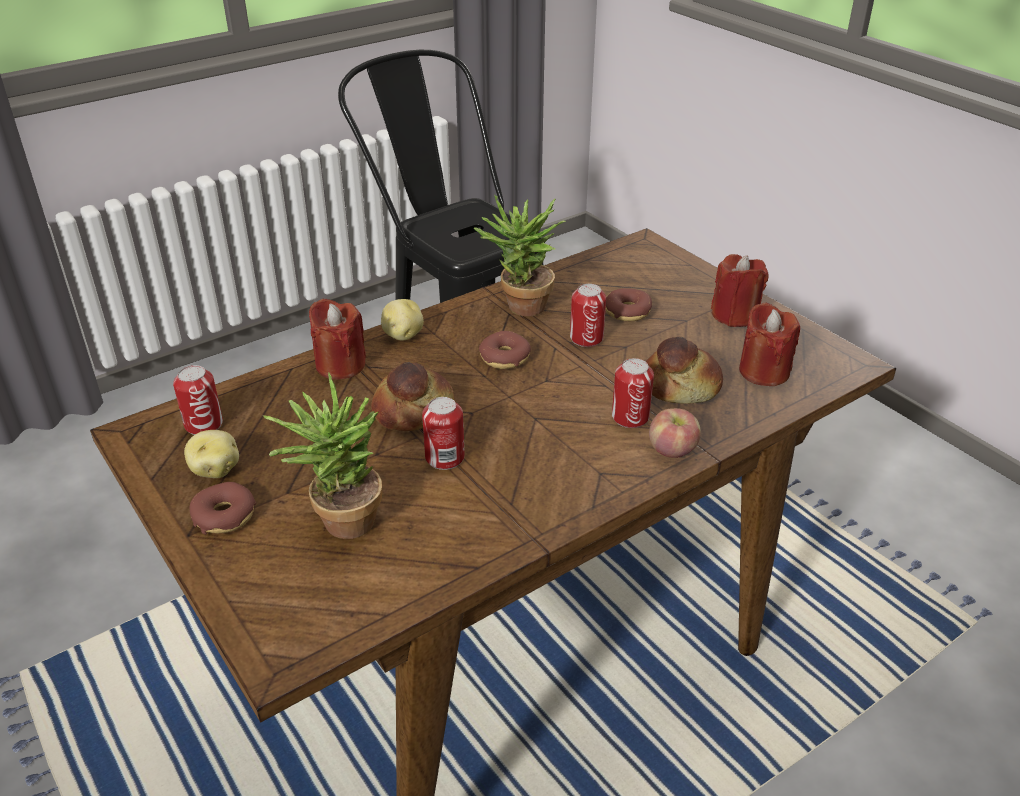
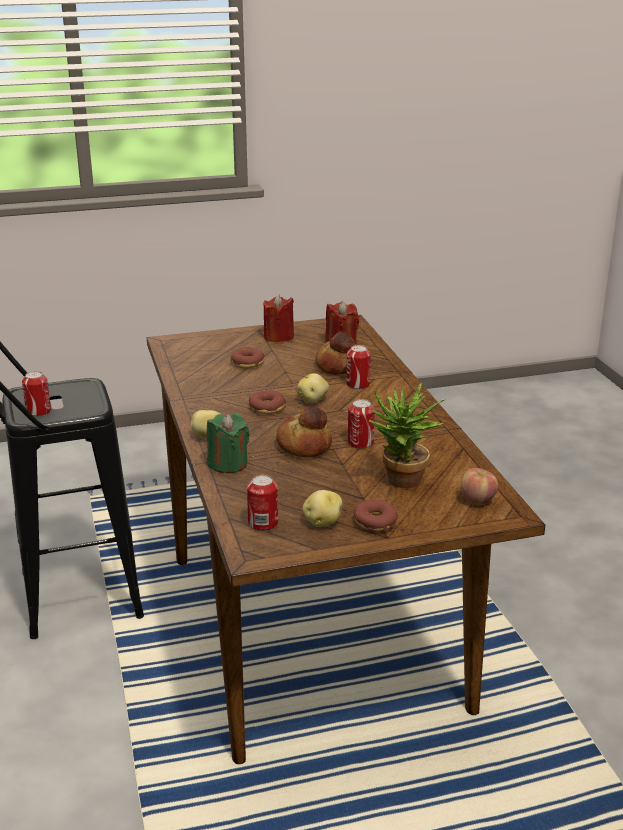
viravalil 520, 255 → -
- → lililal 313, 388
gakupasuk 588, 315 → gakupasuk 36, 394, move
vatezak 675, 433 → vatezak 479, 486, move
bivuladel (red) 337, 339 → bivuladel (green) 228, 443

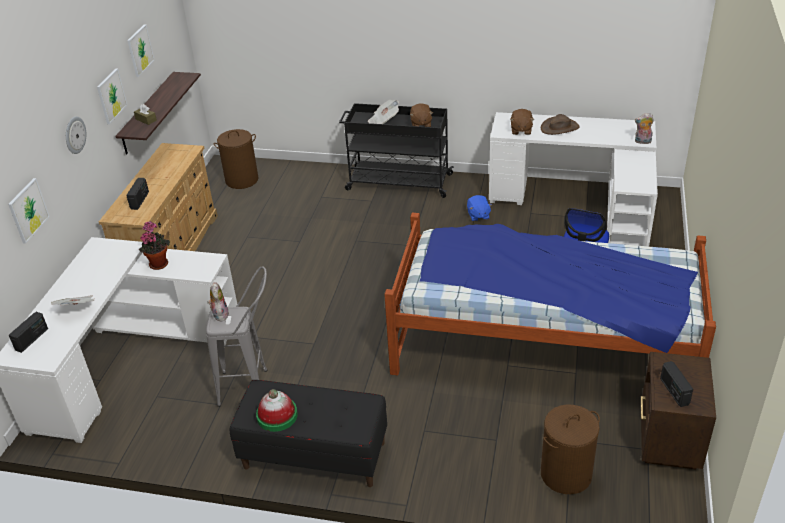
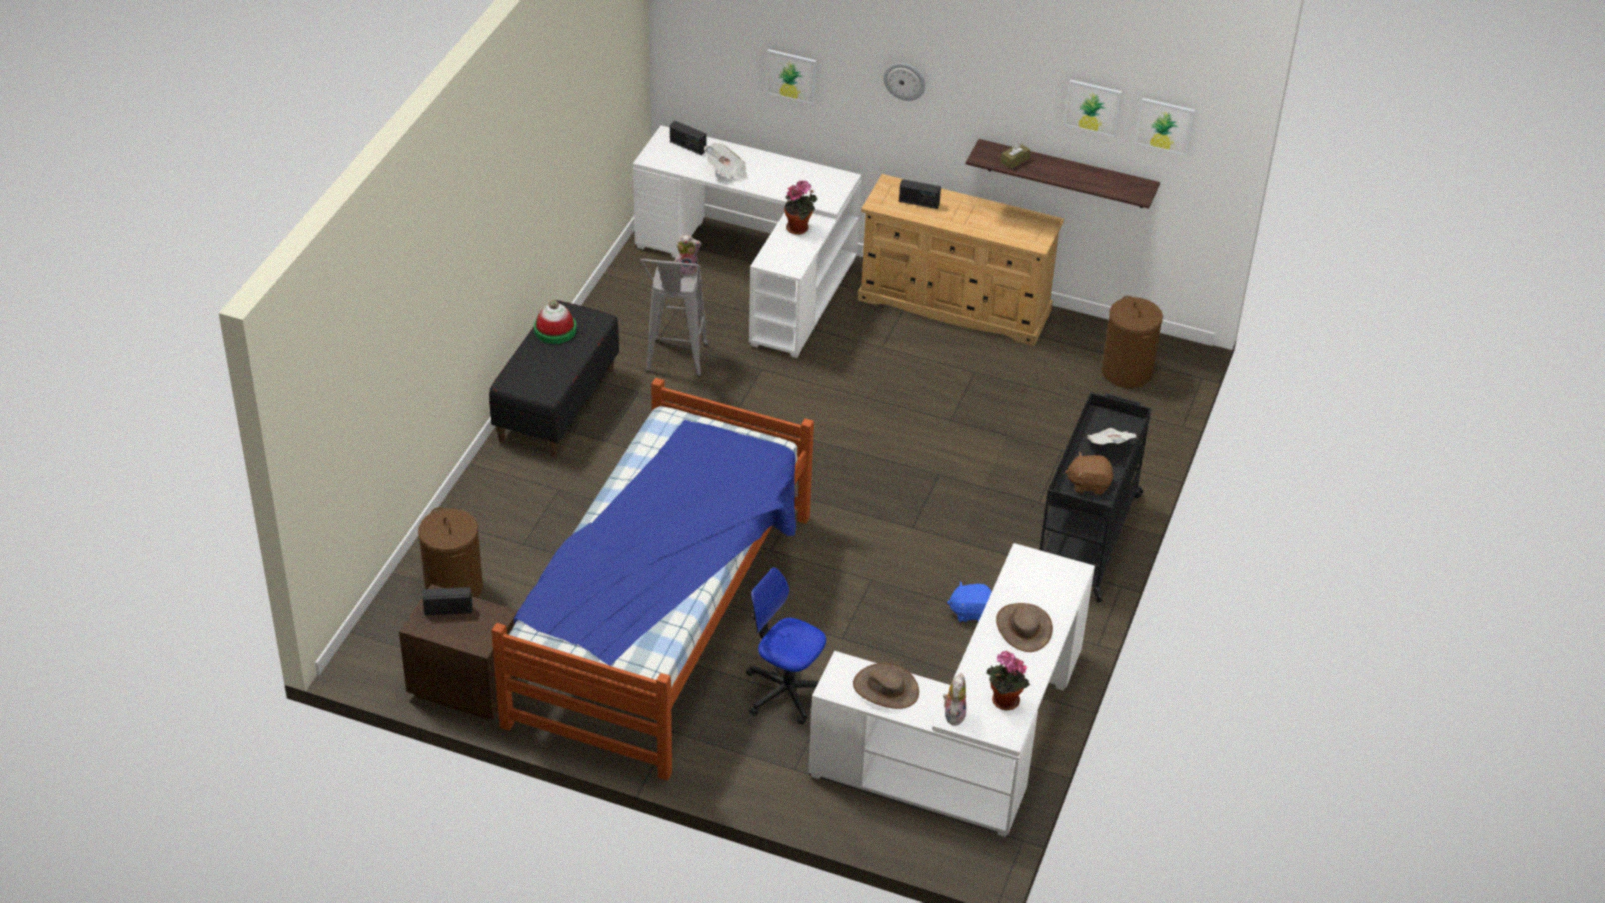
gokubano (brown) 522, 122 → -
- → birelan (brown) 886, 686
- → viravalil 1008, 680
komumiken 112, 96 → komumiken 1165, 127, move

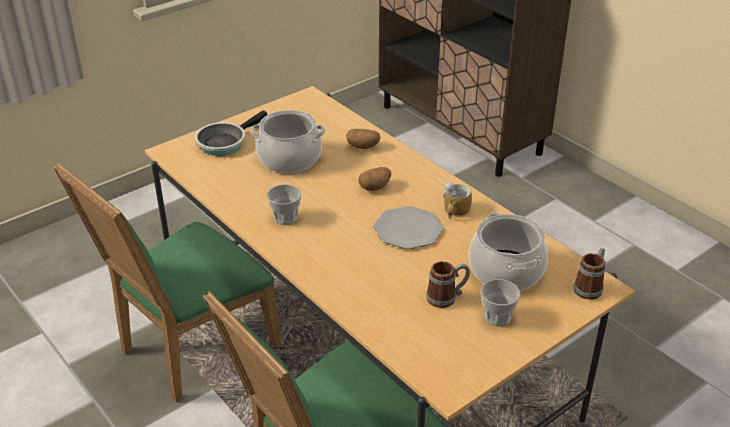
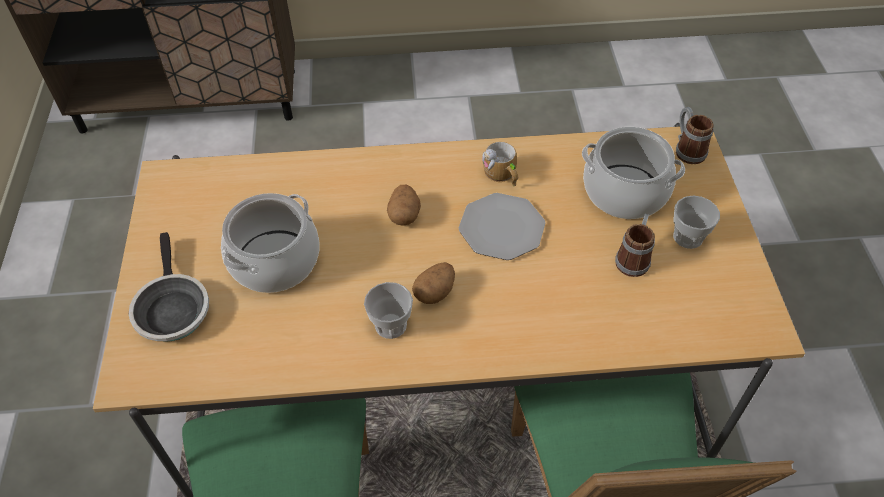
lililal 363, 139 → lililal 433, 283, move

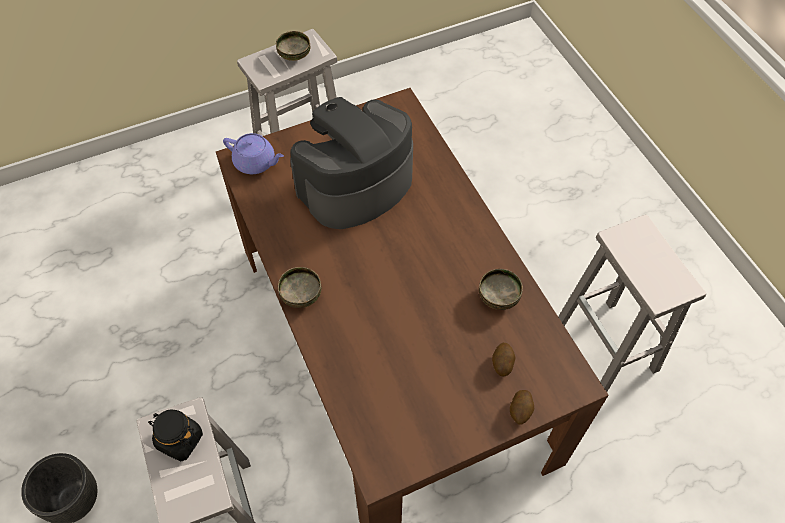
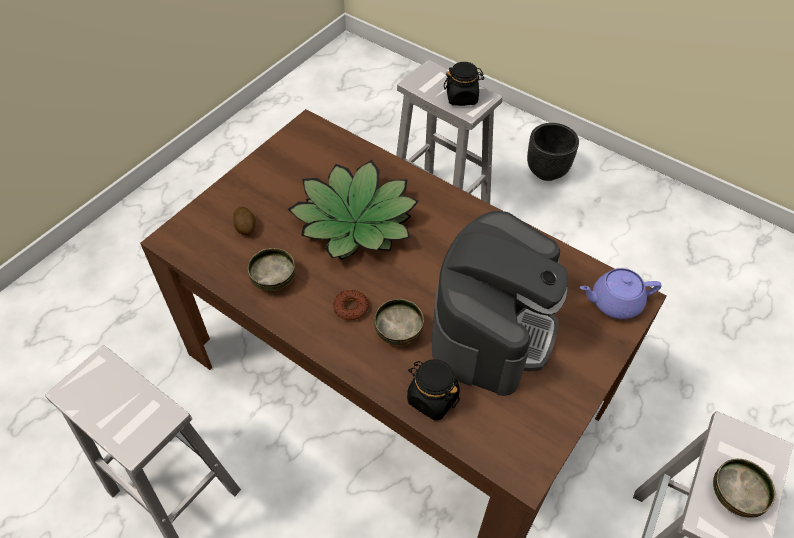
lililal 522, 407 → -
- → viravalil 353, 210
- → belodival 351, 305
- → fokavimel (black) 433, 390
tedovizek 299, 287 → tedovizek 399, 322, move

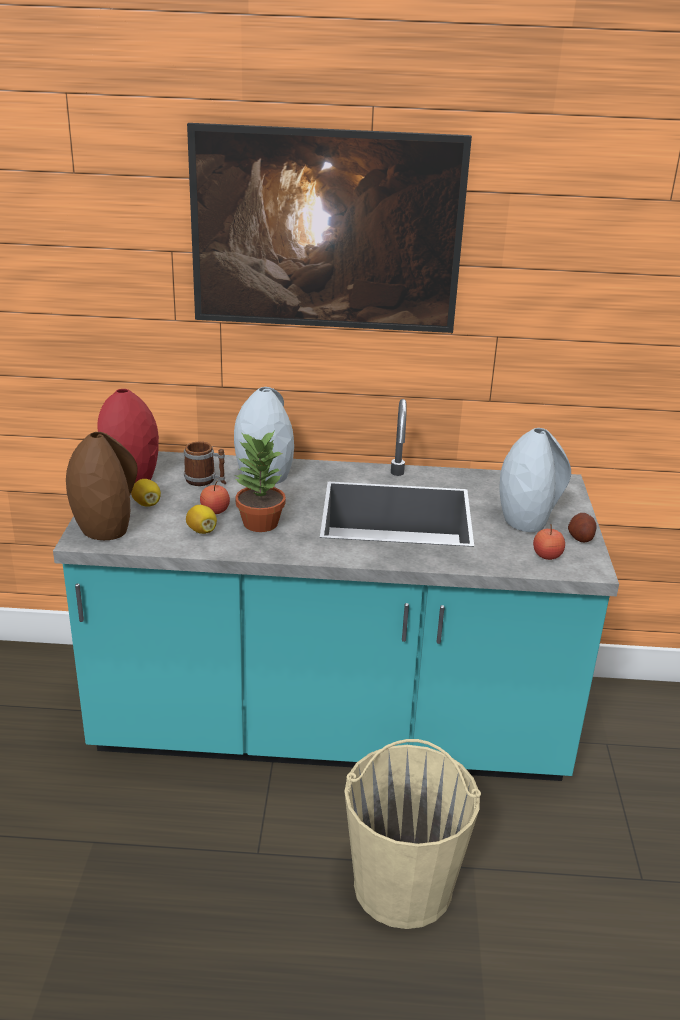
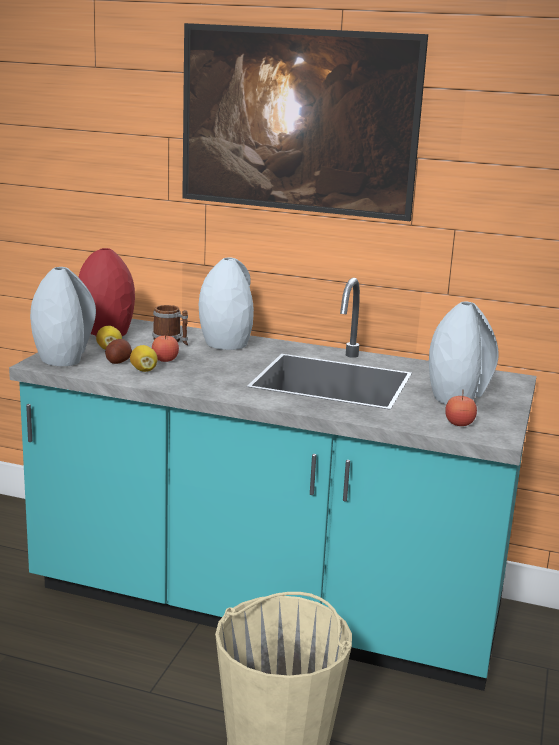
viravalil 260, 482 → -
lililal 582, 527 → lililal 118, 351, move
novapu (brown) 102, 486 → novapu (grey) 63, 316

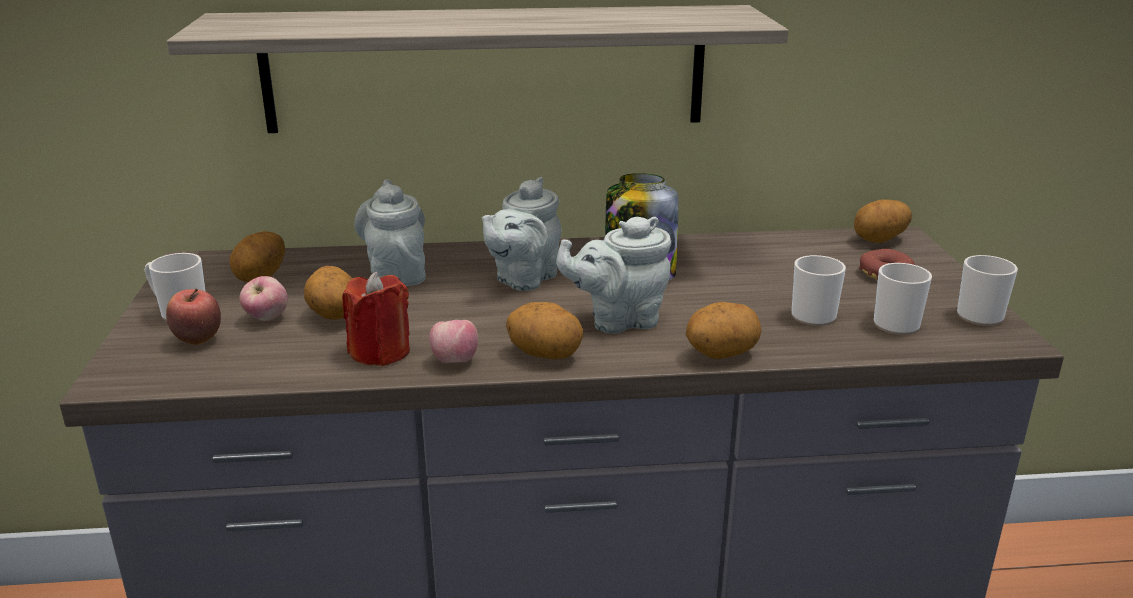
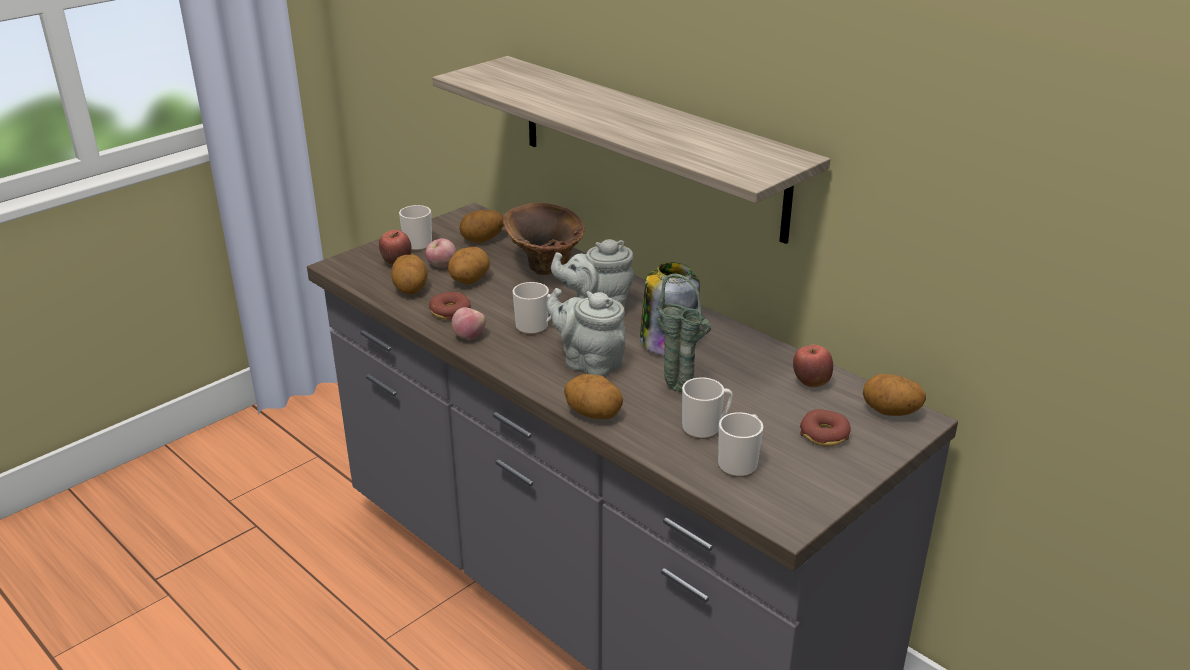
- → novapu (green) 683, 333
- → vatezak 813, 366
lililal 544, 330 → lililal 409, 274, move
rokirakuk 987, 290 → rokirakuk 532, 308, move
bivuladel (red) 376, 319 → belodival 450, 306
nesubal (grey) 390, 232 → novapu (brown) 544, 239

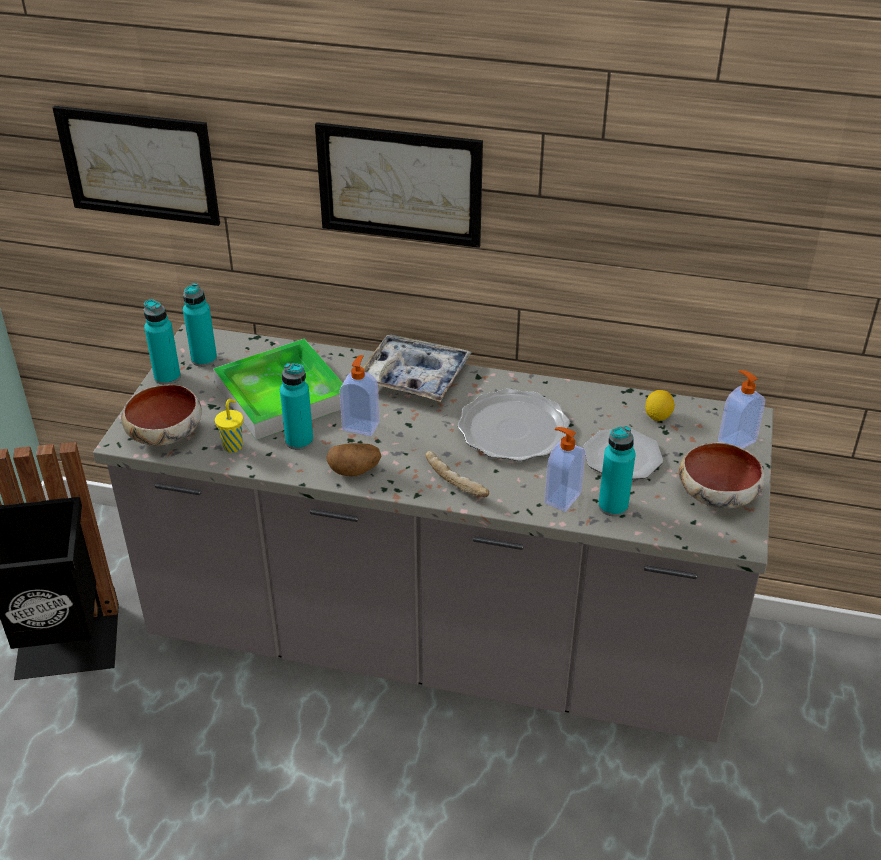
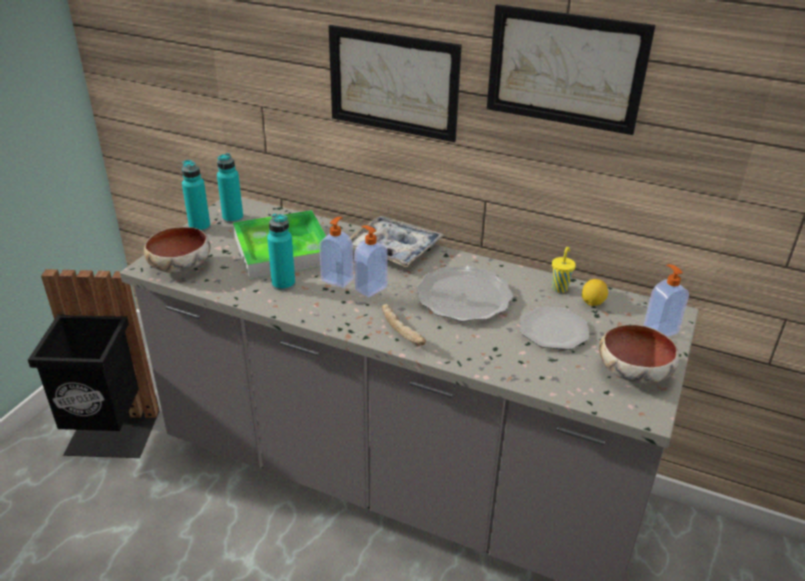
lililal 353, 459 → -
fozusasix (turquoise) 617, 471 → -
komumiken 136, 166 → komumiken 571, 69, move
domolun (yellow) 229, 426 → domolun (yellow) 564, 270, move
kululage 565, 469 → kululage 371, 261, move

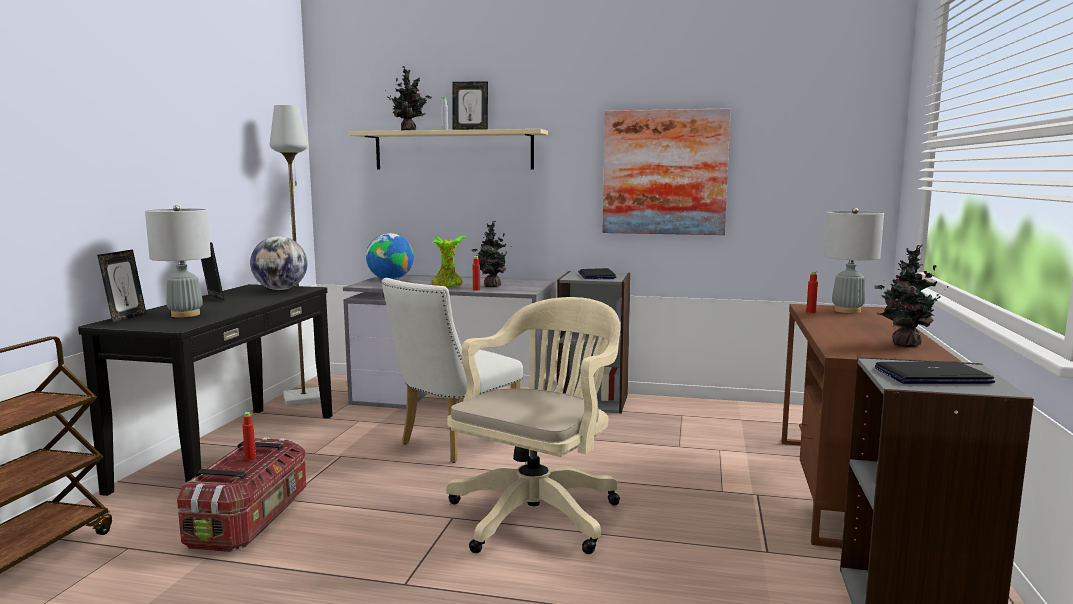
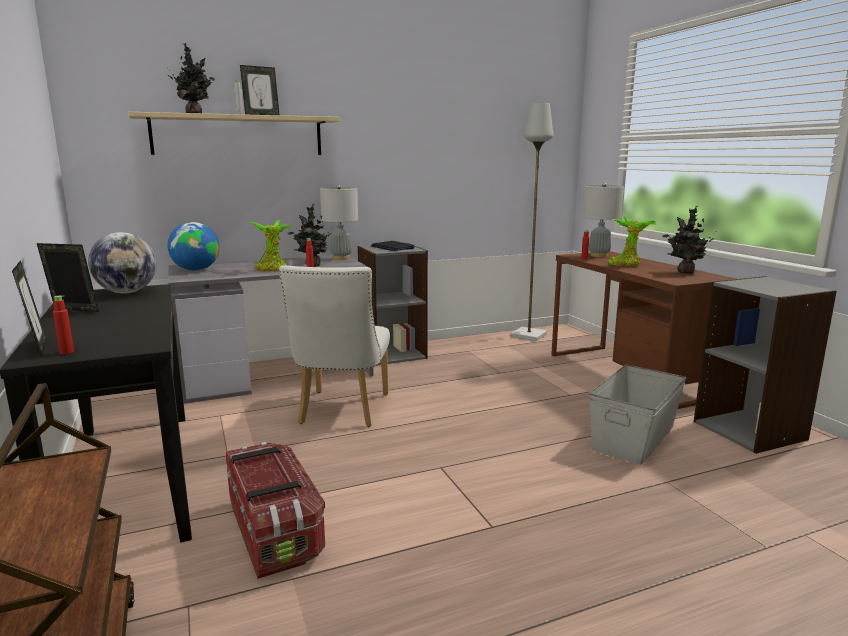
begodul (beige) 533, 425 → -
komumiken 667, 171 → -
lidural 935, 373 → -
- → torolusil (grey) 638, 415
- → viravalil 631, 241
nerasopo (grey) 178, 261 → nerasopo (grey) 339, 222, move
fozusasix (red) 249, 436 → fozusasix (red) 63, 325, move
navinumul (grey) 295, 255 → navinumul (grey) 532, 222, move

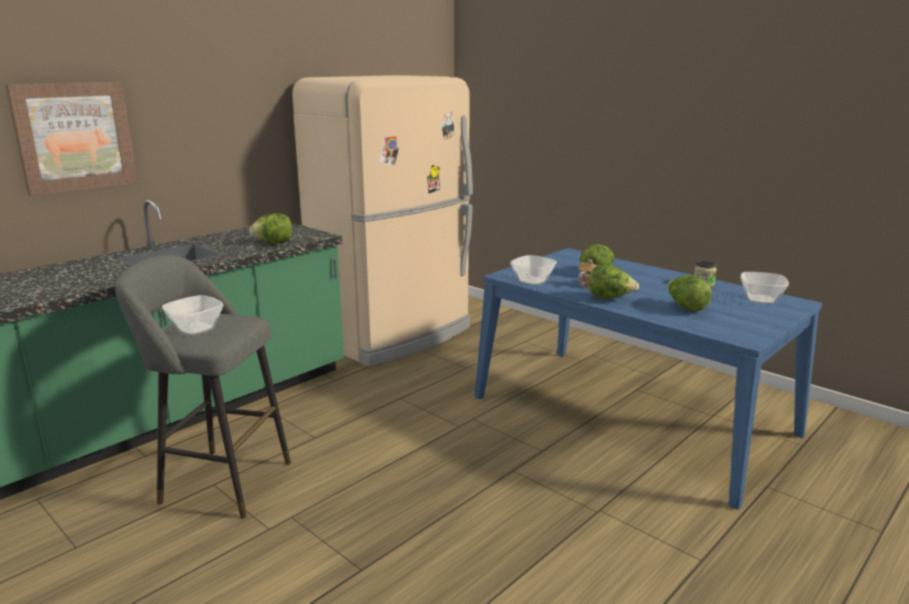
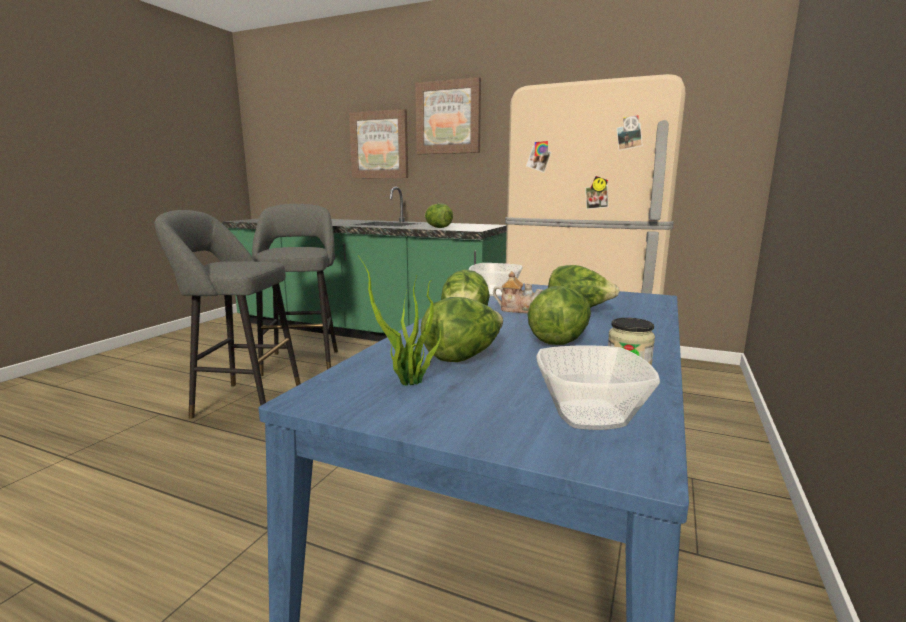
tedovizek 192, 315 → -
- → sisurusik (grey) 228, 314
- → viravalil 400, 320
- → komumiken 448, 115
- → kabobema 559, 315

